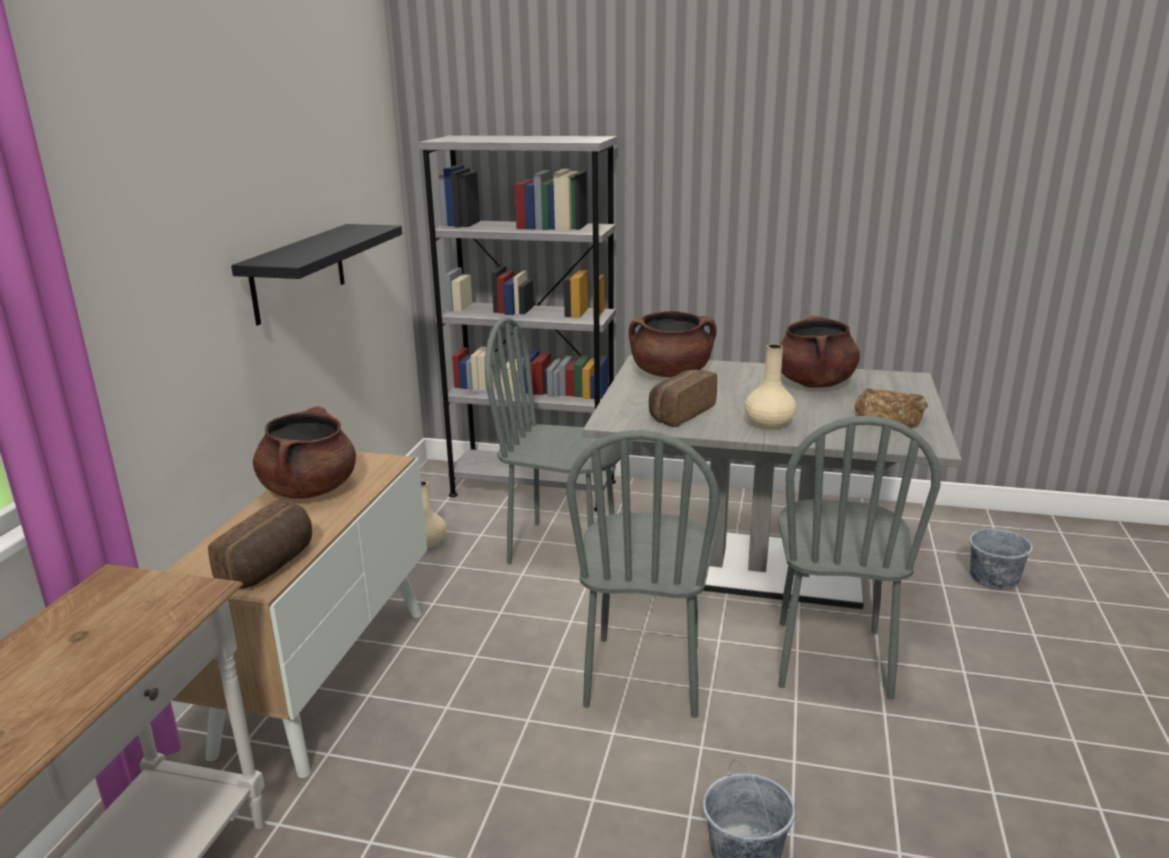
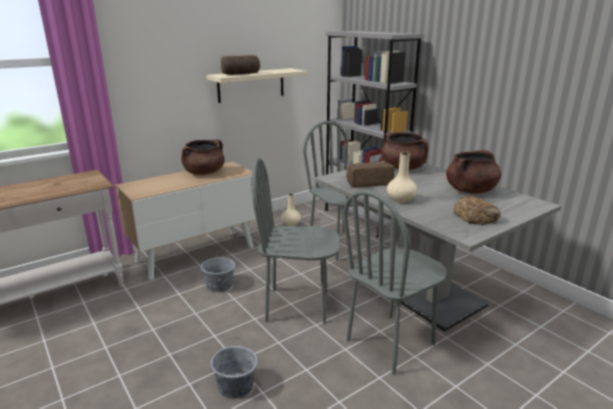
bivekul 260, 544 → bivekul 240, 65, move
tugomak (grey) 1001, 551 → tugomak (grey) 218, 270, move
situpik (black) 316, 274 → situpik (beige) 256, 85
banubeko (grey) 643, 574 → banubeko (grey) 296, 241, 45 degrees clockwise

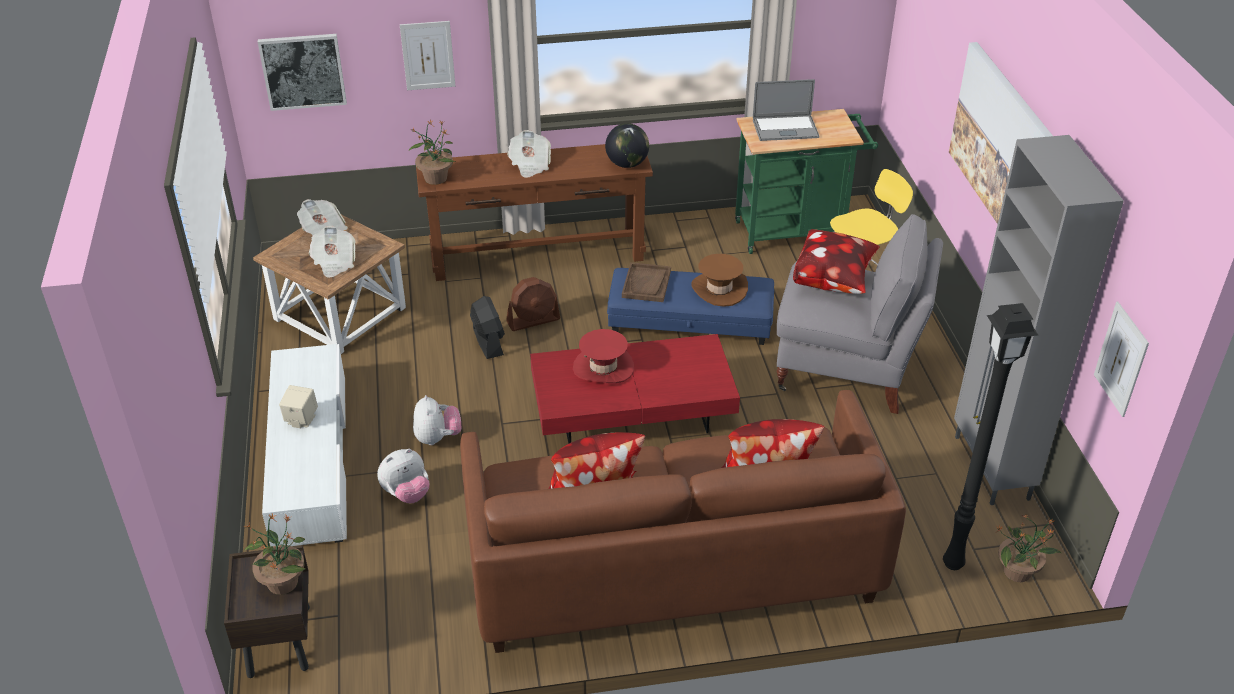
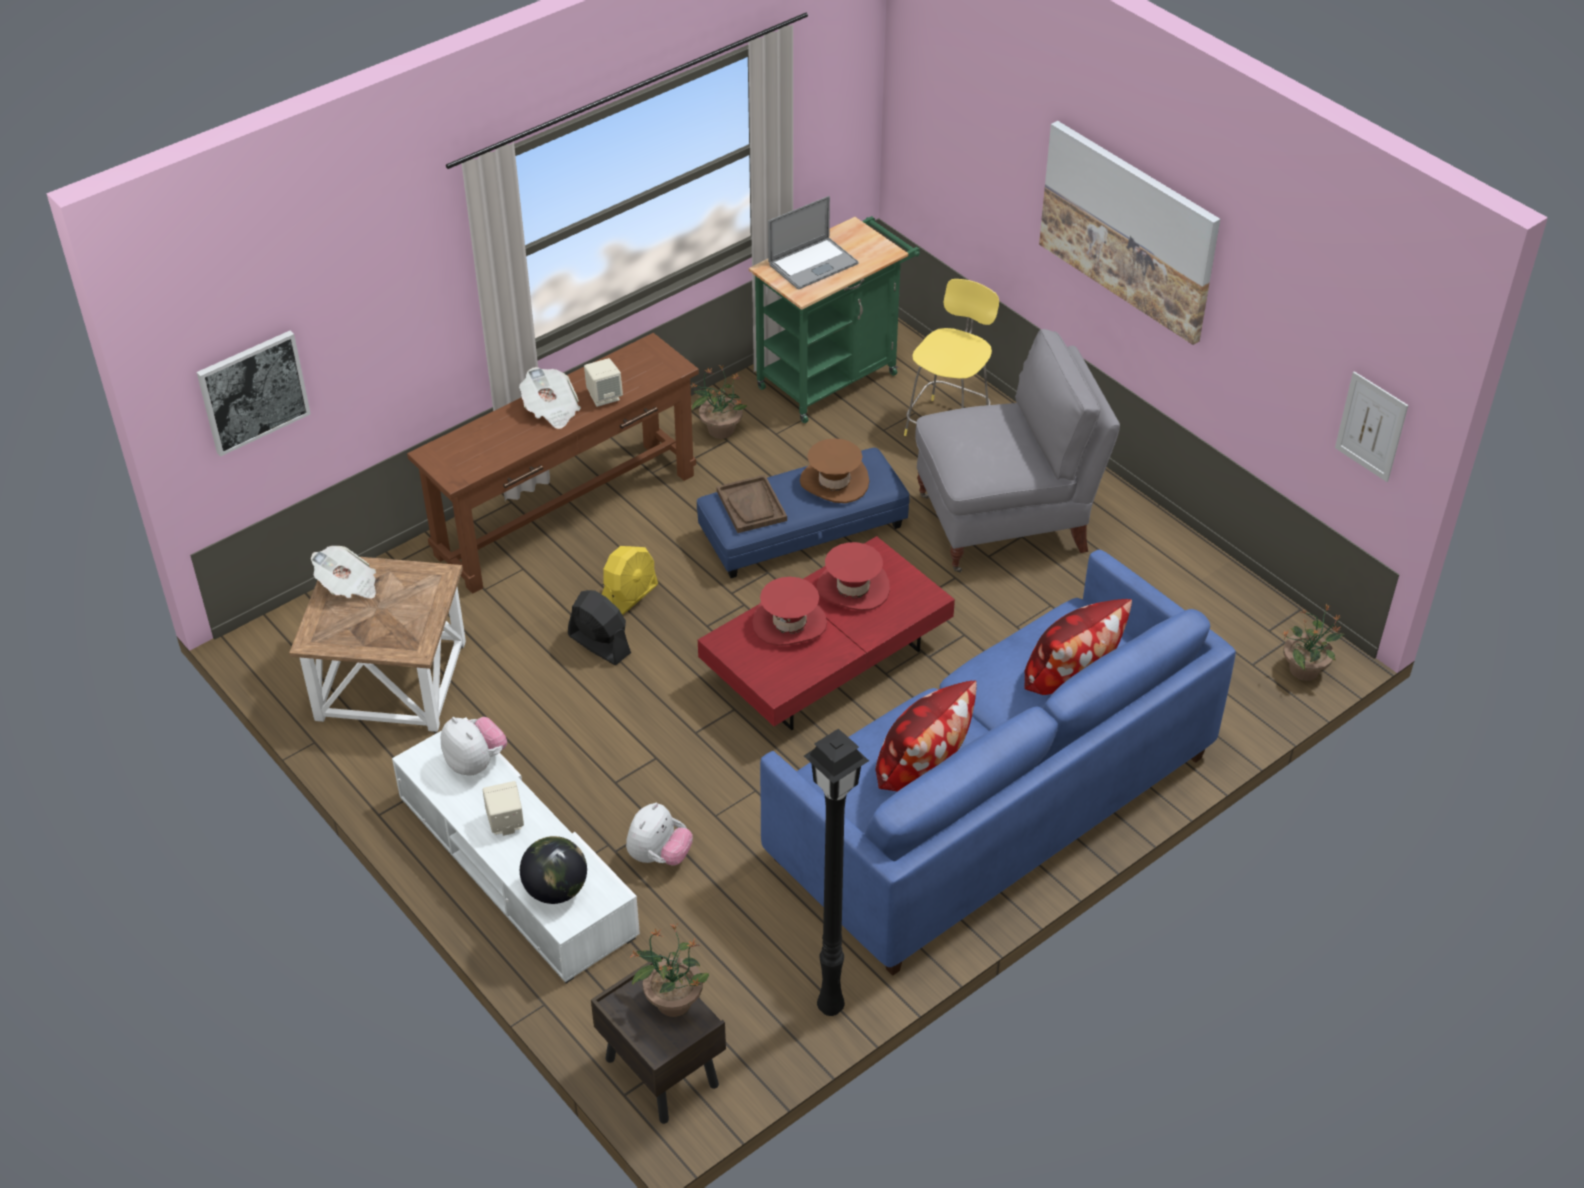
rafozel 332, 252 → -
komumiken 428, 55 → -
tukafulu 836, 261 → -
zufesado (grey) 1039, 320 → -
- → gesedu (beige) 603, 382
- → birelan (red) 853, 576
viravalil 432, 152 → viravalil 719, 402, move
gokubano 437, 420 → gokubano 474, 746, move
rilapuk 627, 145 → rilapuk 553, 870, move
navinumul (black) 990, 436 → navinumul (black) 836, 872, move
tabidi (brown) 683, 521 → tabidi (blue) 998, 763
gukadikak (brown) 533, 304 → gukadikak (yellow) 630, 580

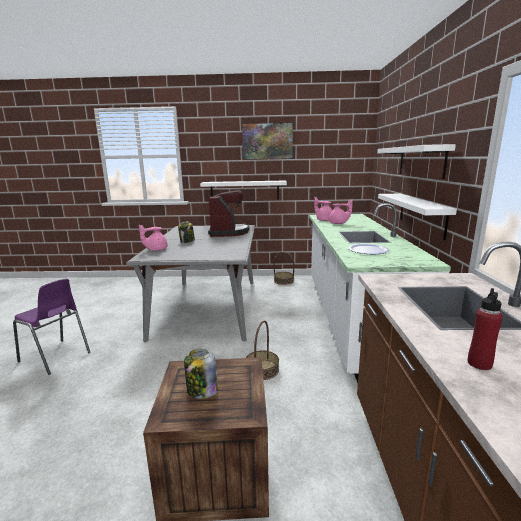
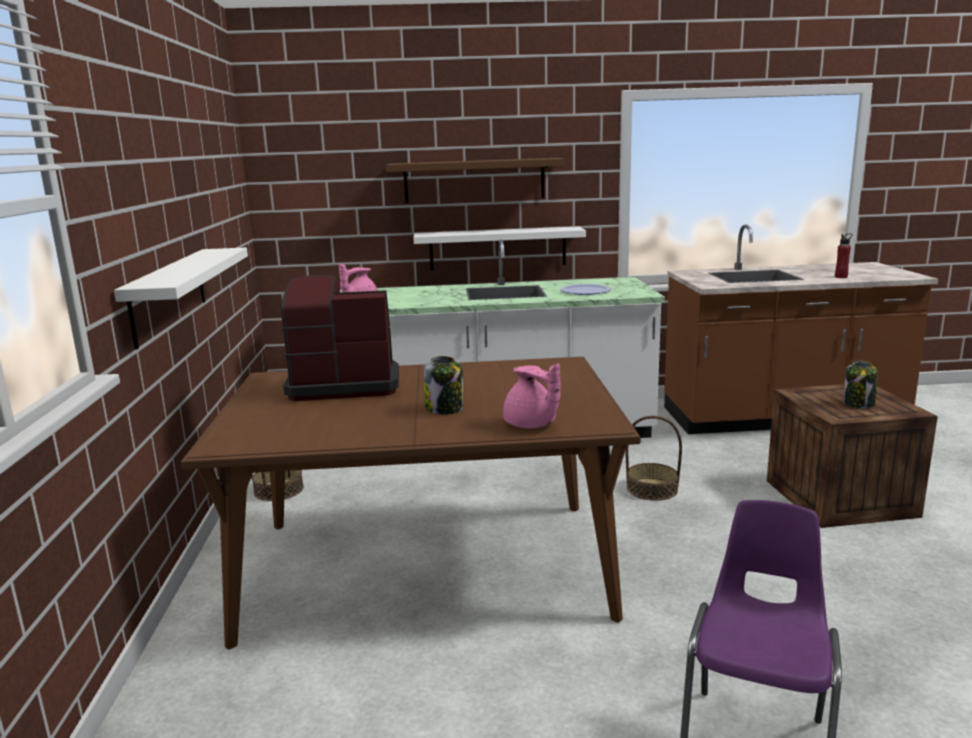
komumiken 267, 141 → -
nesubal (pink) 341, 211 → -
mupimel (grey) 190, 283 → mupimel (brown) 410, 503
situpik (white) 416, 161 → situpik (brown) 475, 180

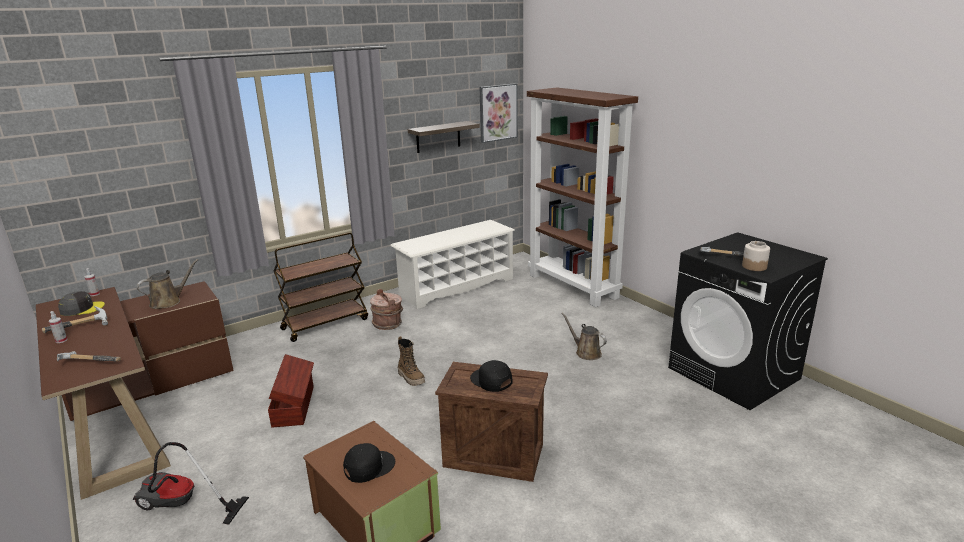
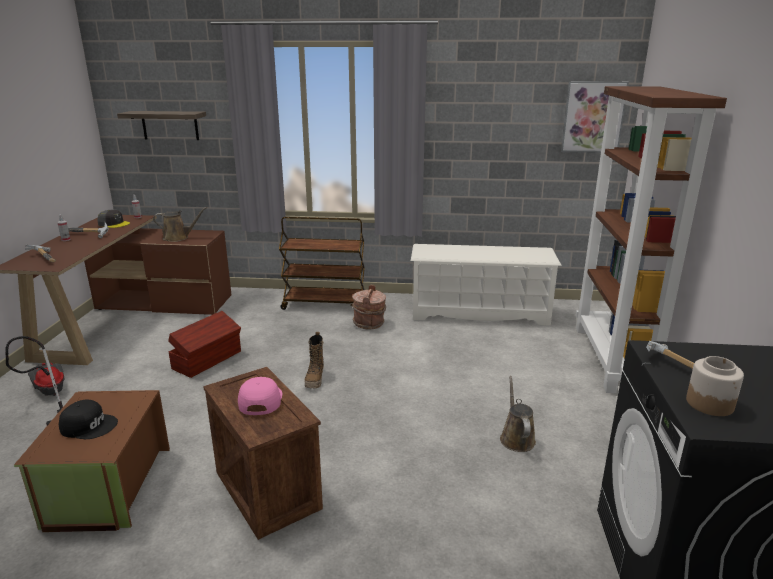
situpik 444, 137 → situpik 161, 125, move
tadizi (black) 491, 376 → tadizi (pink) 260, 396

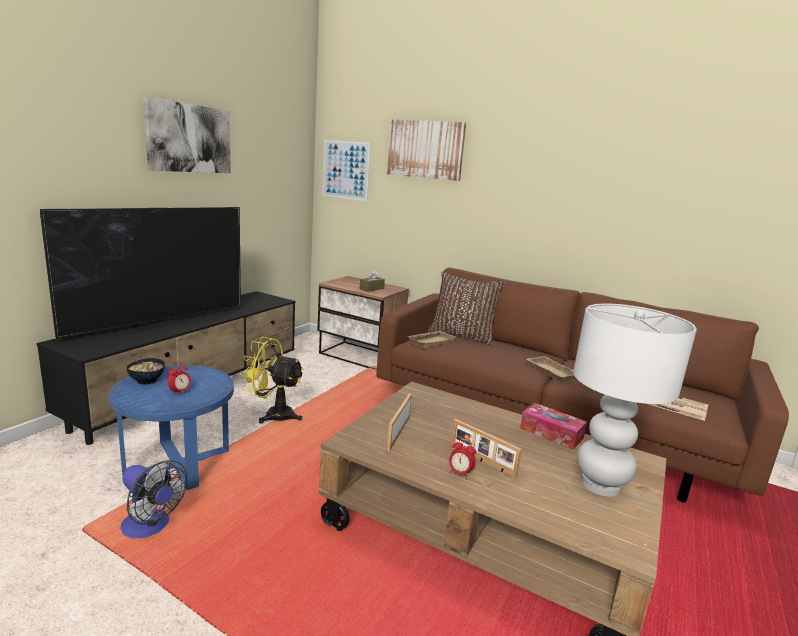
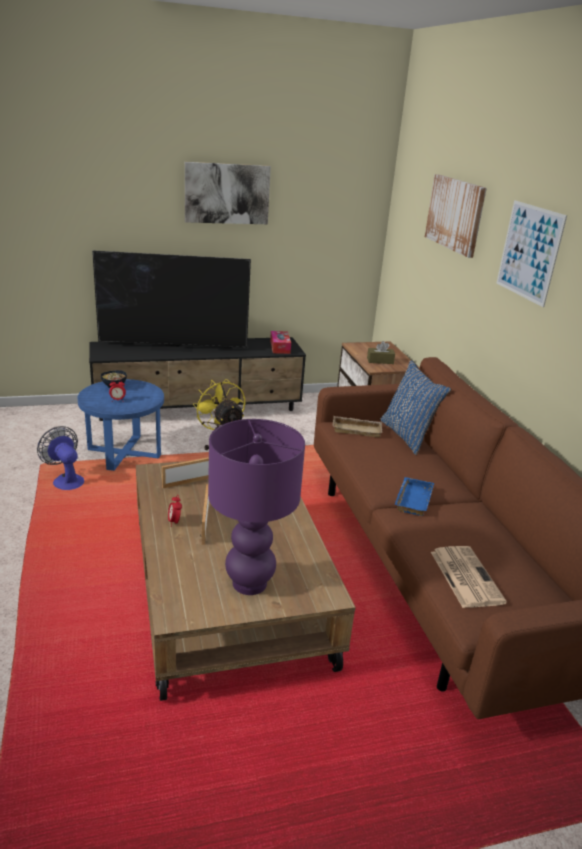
komumiken 347, 170 → komumiken 532, 253, move
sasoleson 553, 426 → sasoleson 280, 342, move
tukafulu (brown) 467, 309 → tukafulu (blue) 415, 407
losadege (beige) 551, 369 → losadege (blue) 414, 496
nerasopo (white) 635, 400 → nerasopo (purple) 256, 507
gukadikak 153, 499 → gukadikak 60, 458, 150 degrees clockwise

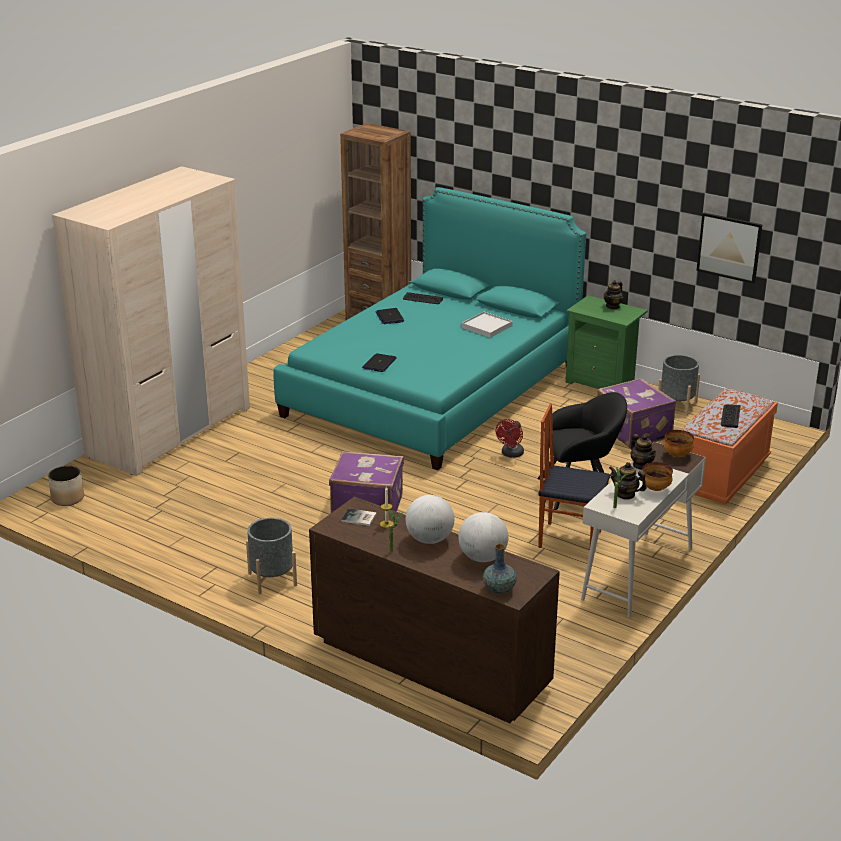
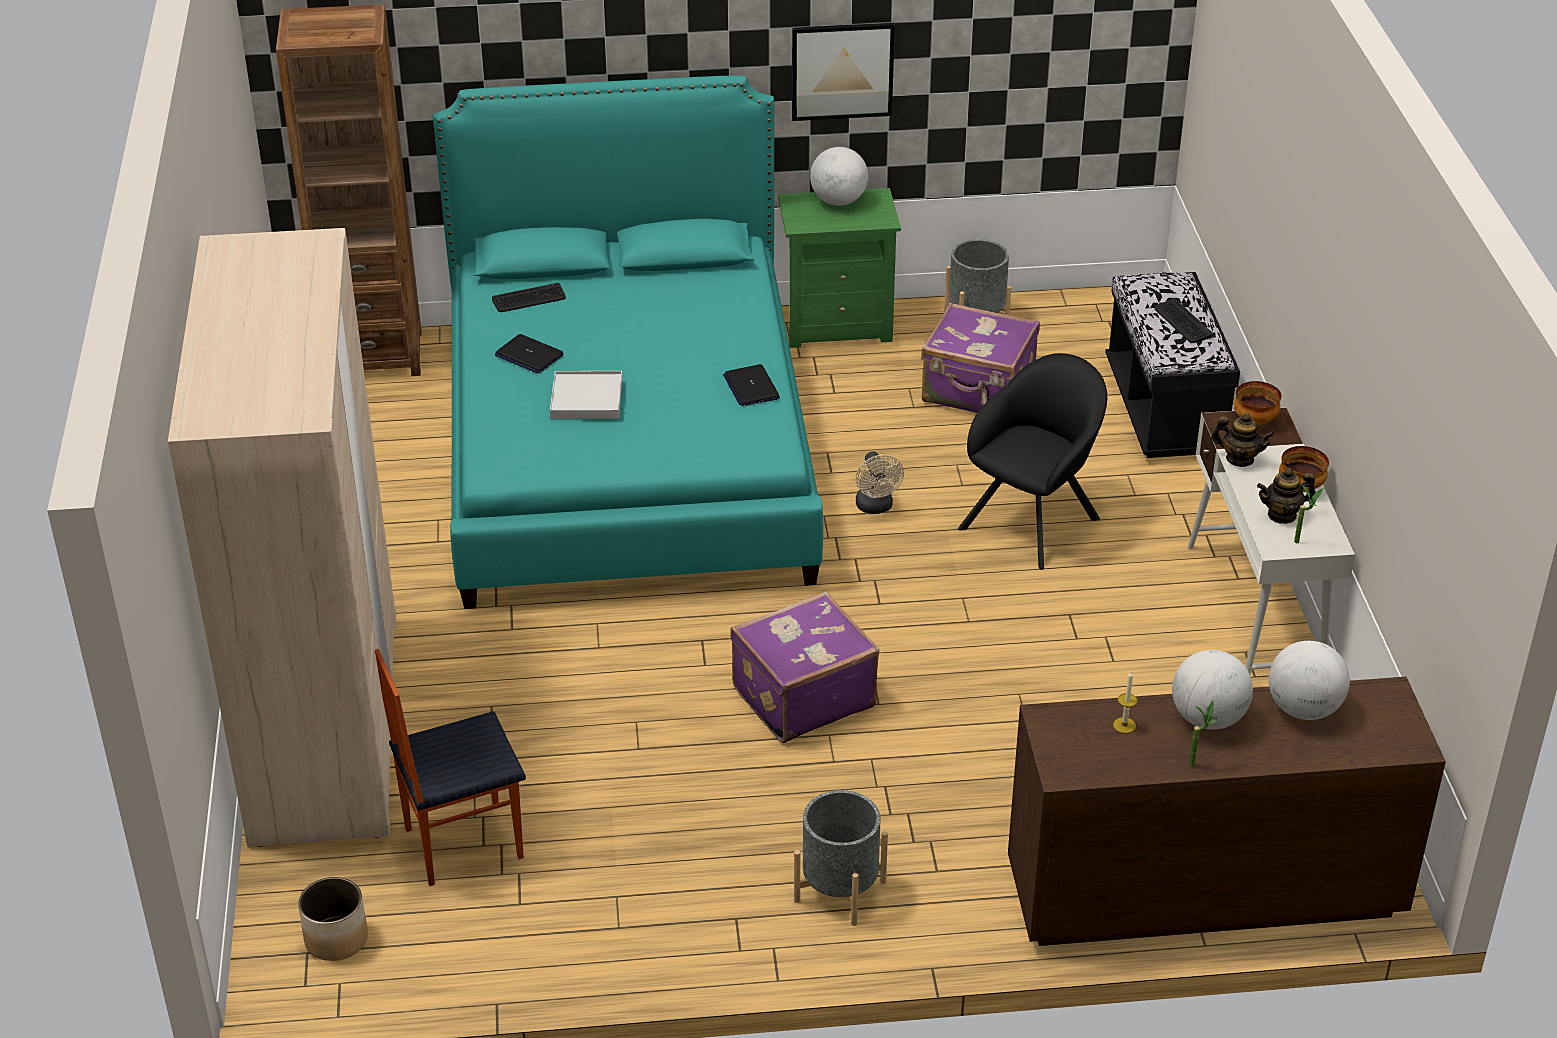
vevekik 359, 517 → -
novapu 500, 568 → -
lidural 379, 362 → lidural 751, 385, move
losadege (white) 487, 325 → losadege (white) 586, 395, move
banubeko 574, 478 → banubeko 450, 767, move
komumiken 729, 248 → komumiken 843, 72, move
nesubal 613, 294 → rilapuk 839, 176
gukadikak (red) 510, 438 → gukadikak (beige) 880, 482
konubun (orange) 730, 446 → konubun (black) 1172, 365

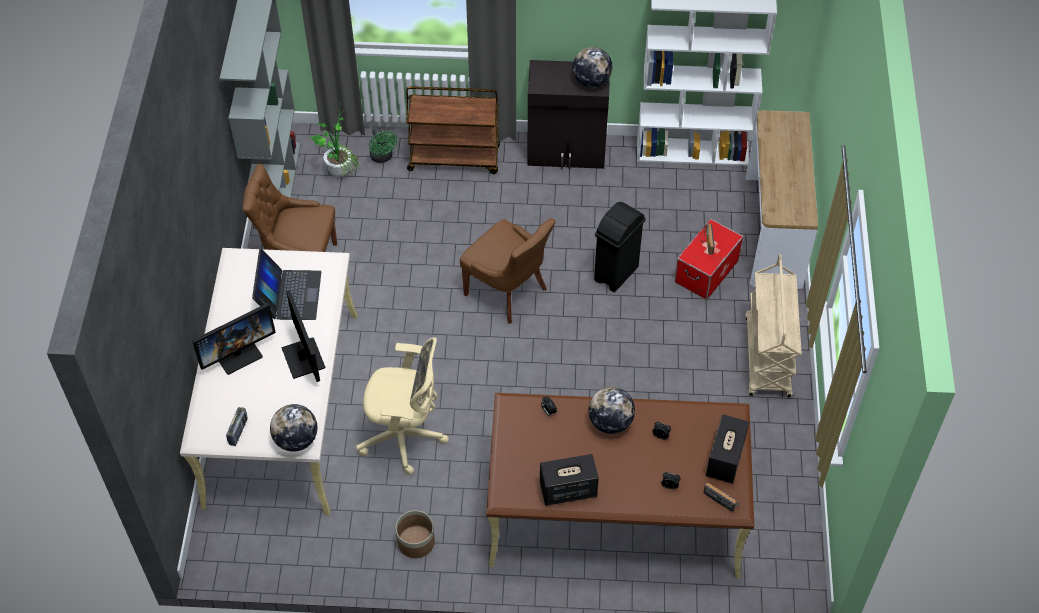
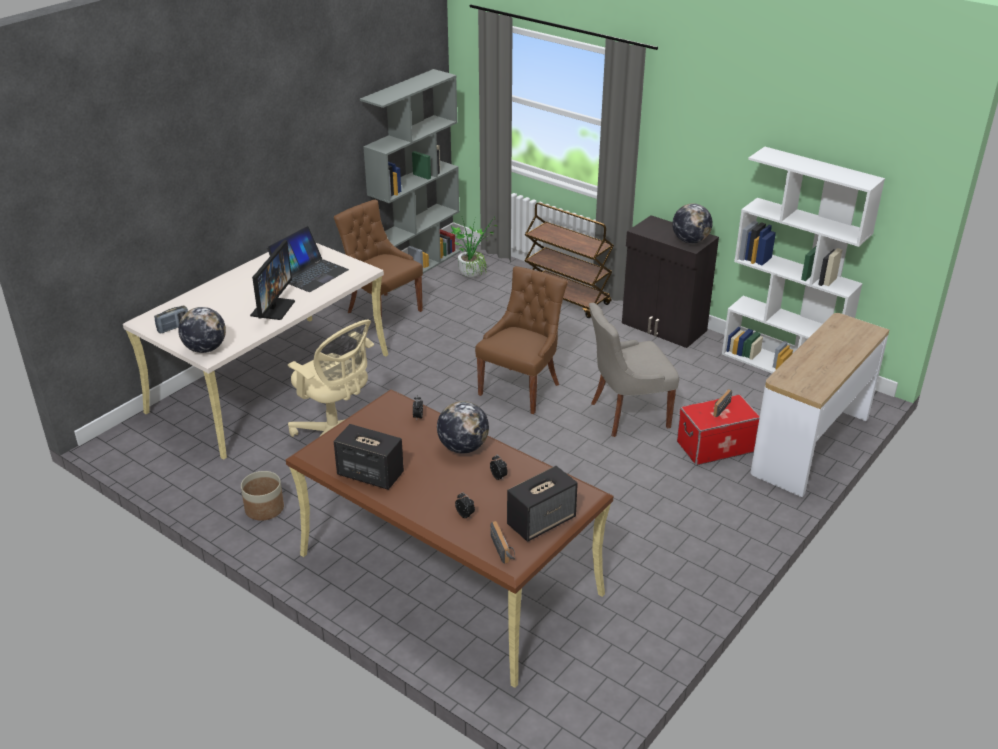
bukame 234, 339 → -
gukadikak (green) 383, 144 → -
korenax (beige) 773, 325 → -
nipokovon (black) 620, 247 → banubeko (grey) 634, 370
banubeko (brown) 508, 271 → banubeko (brown) 521, 340, 135 degrees counterclockwise

